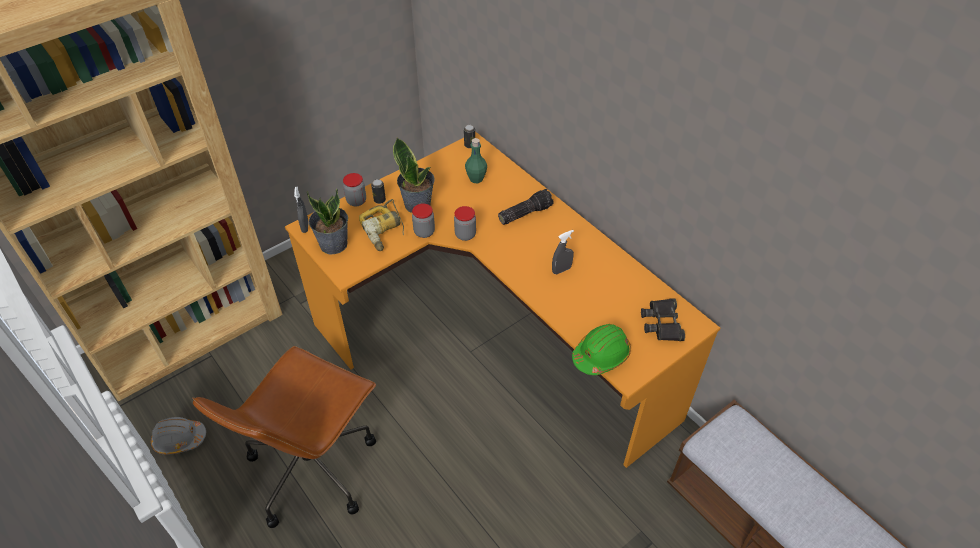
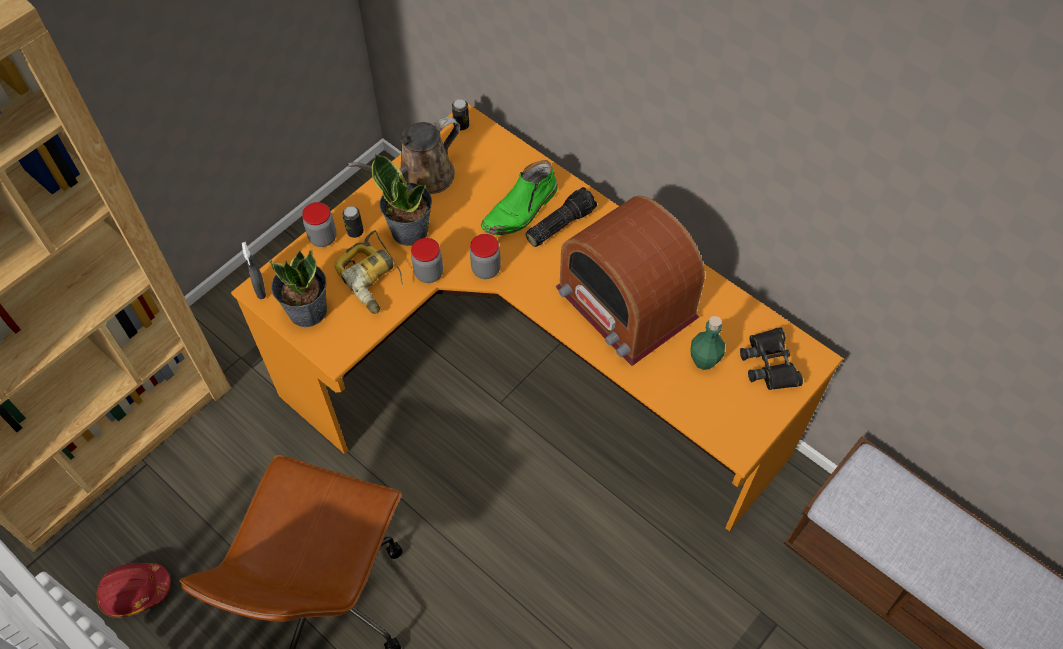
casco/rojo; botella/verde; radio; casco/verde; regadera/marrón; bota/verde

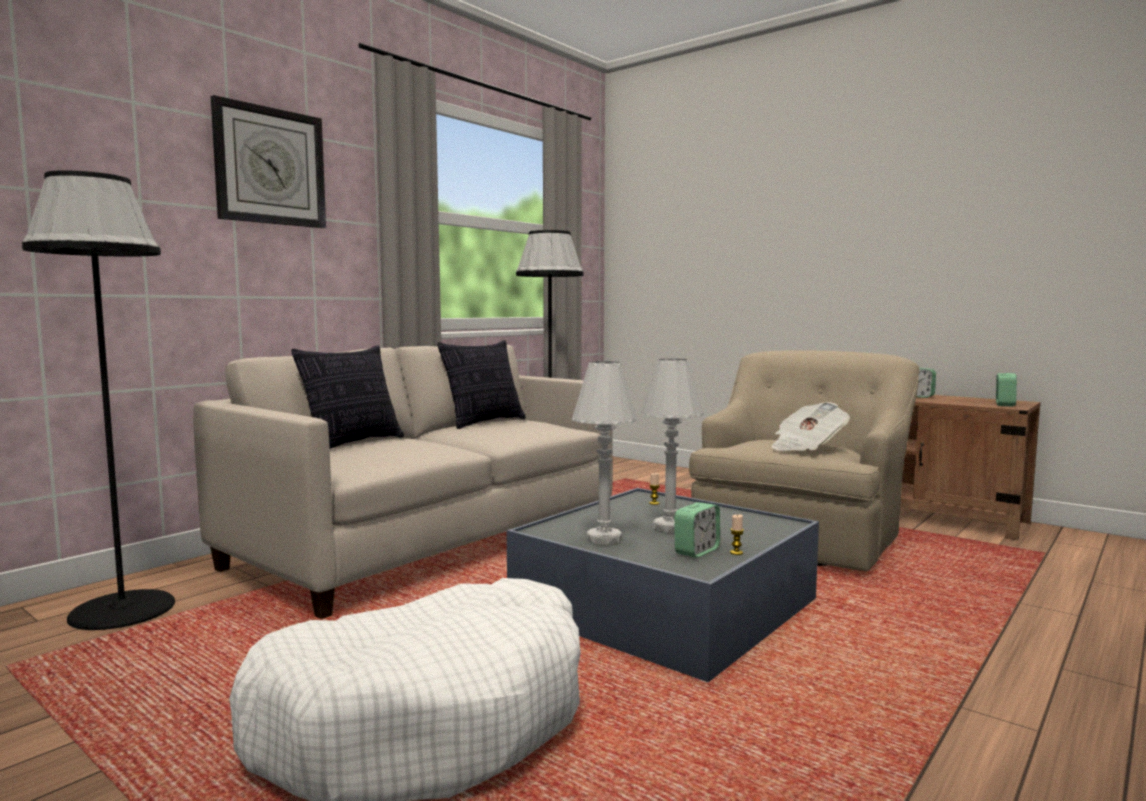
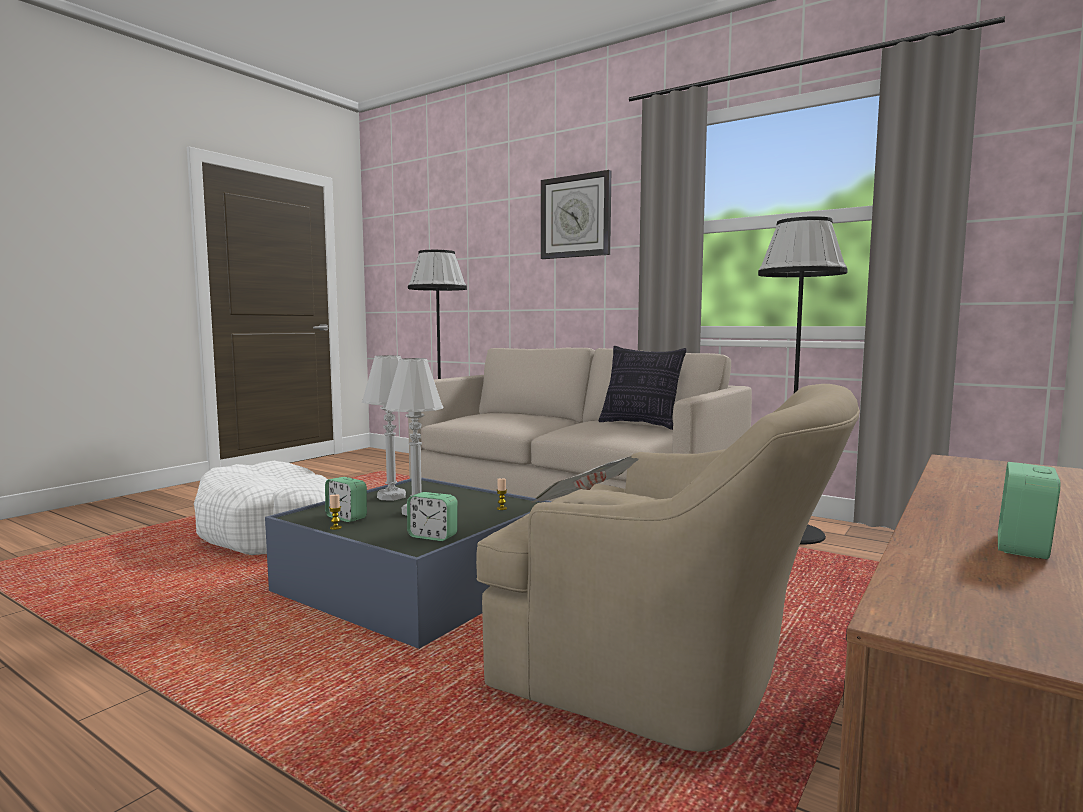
cojín (no. 1 from left in the first image); despertador (no. 2 from left)

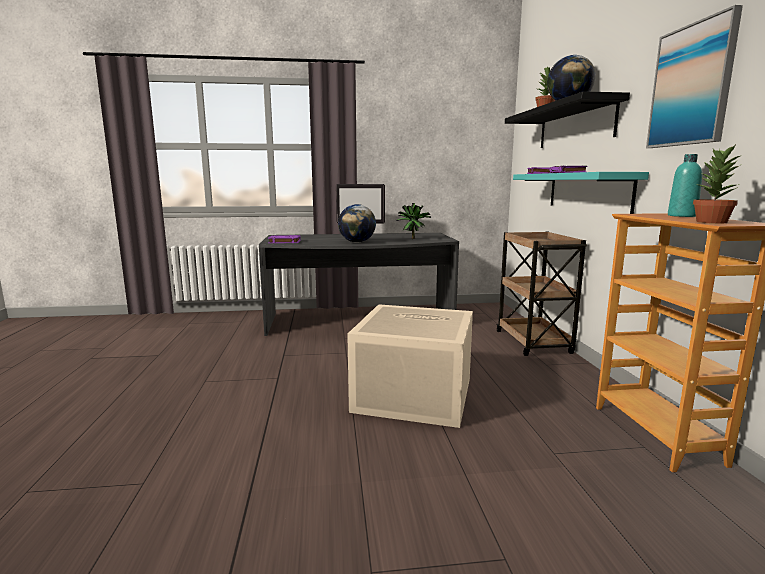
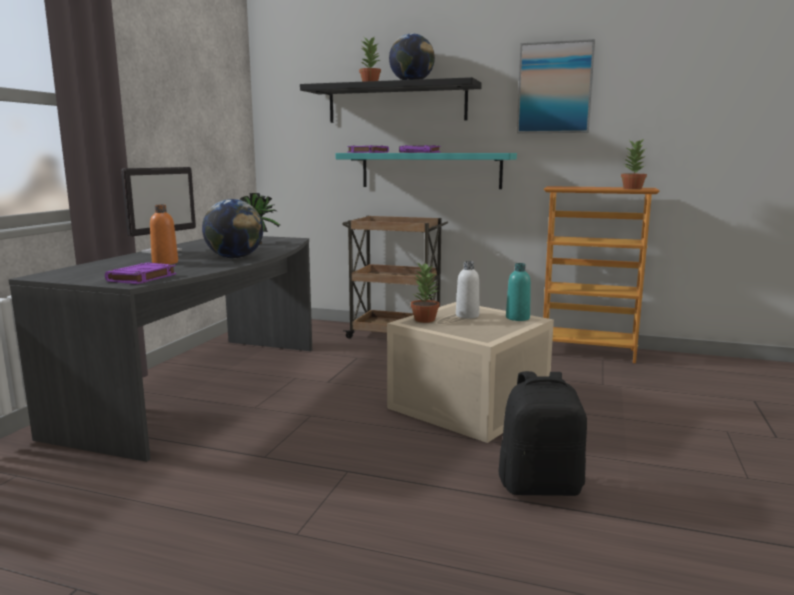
botella/turquesa; botella/naranja; planta en maceta (no. 3 from left); botella/blanco; mochila/negro

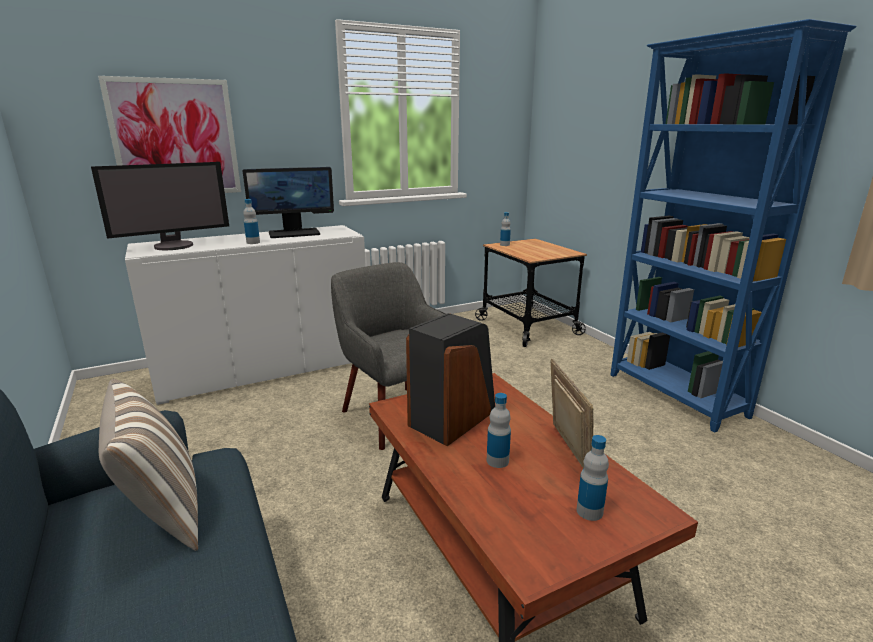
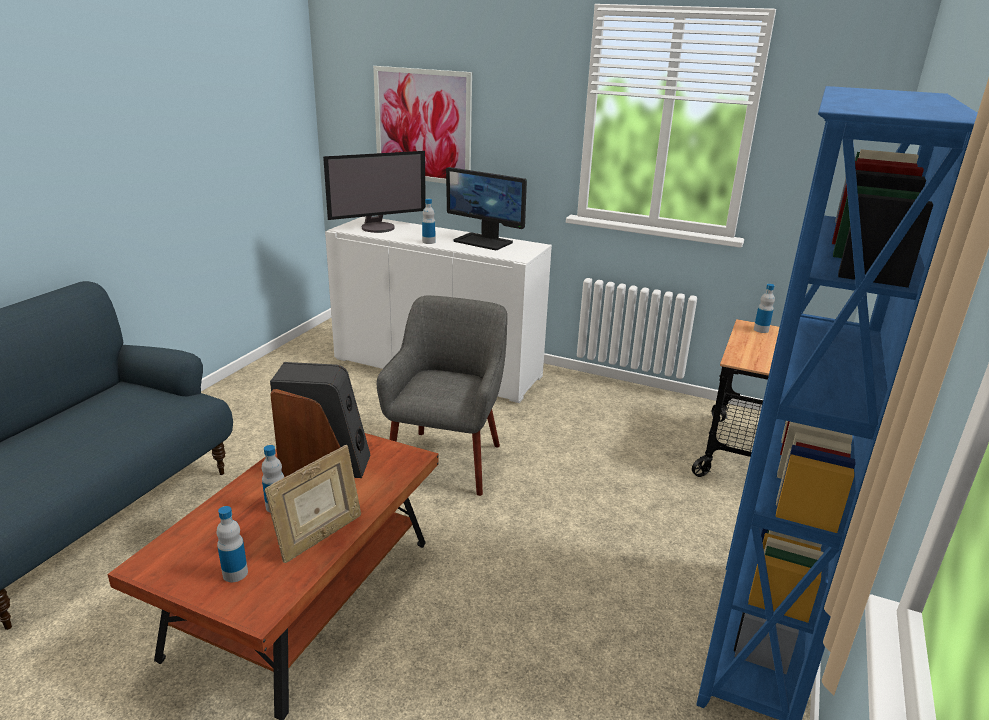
monitor (no. 1 from left); cojín

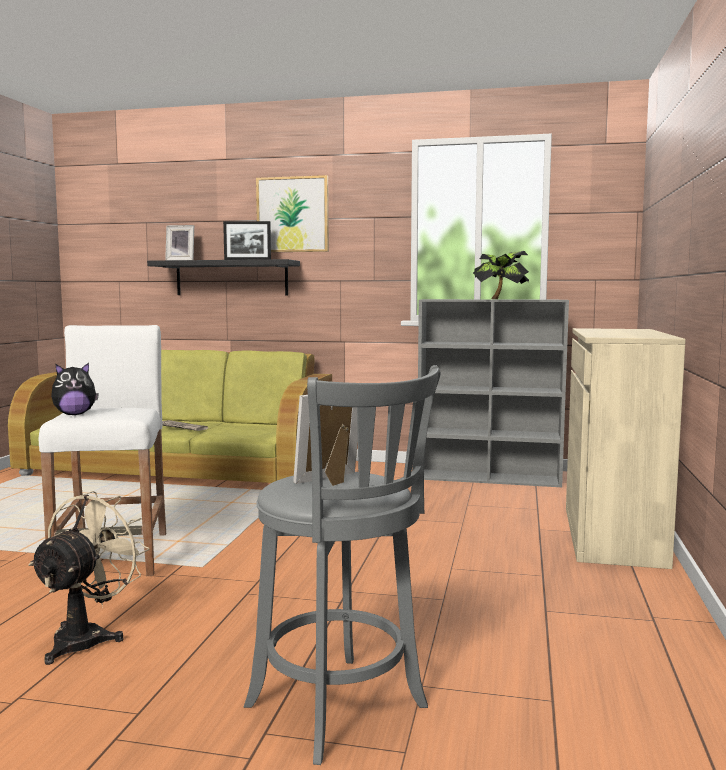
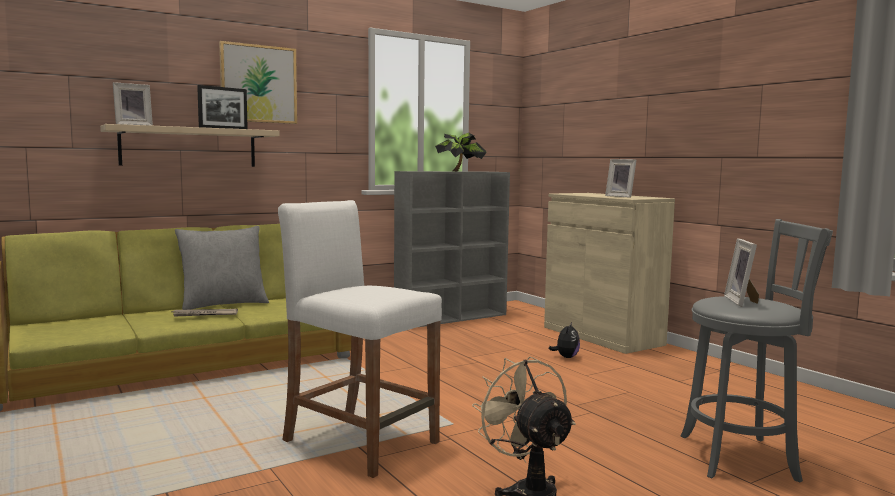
peluche; estante/beis; cojín/gris; portarretratos (no. 3 from left)

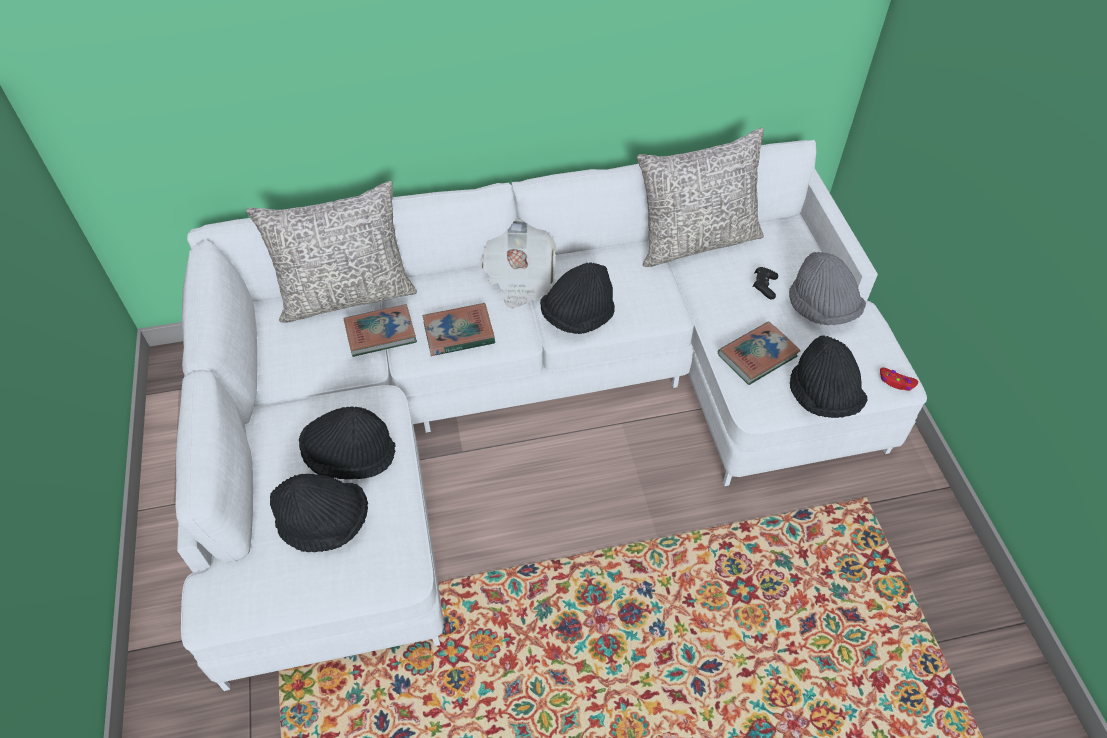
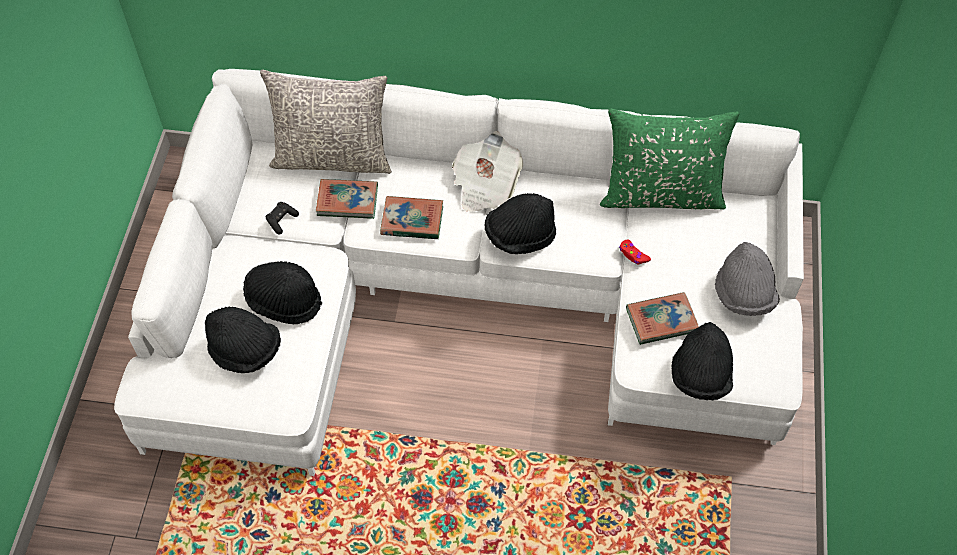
cojín/verde; mando de consola/negro; mando de consola/rojo

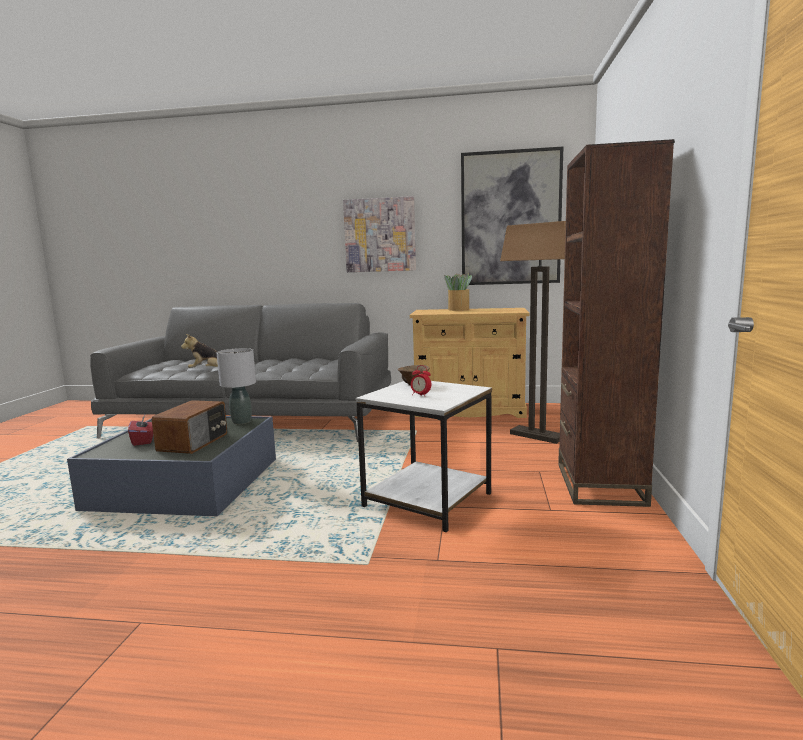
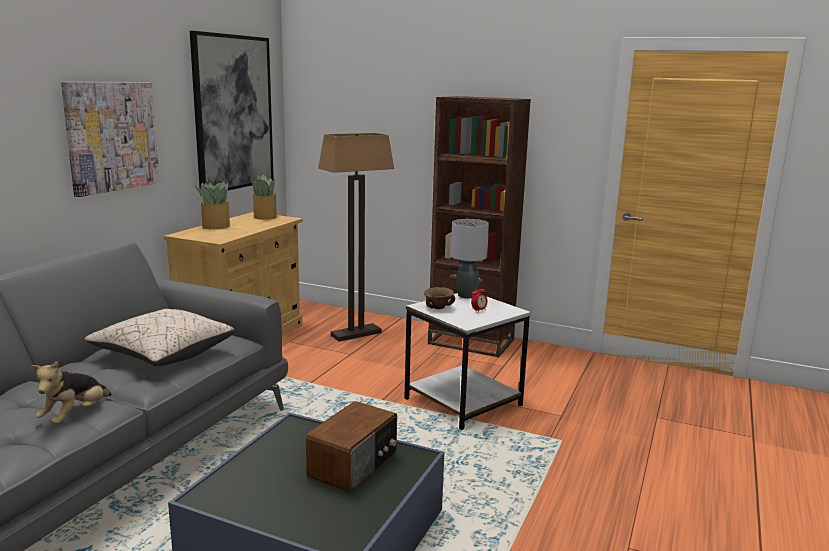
caja de pañuelos/rojo; radio; lámpara de mesa/gris; cojín/beis; planta en maceta (no. 2 from left)

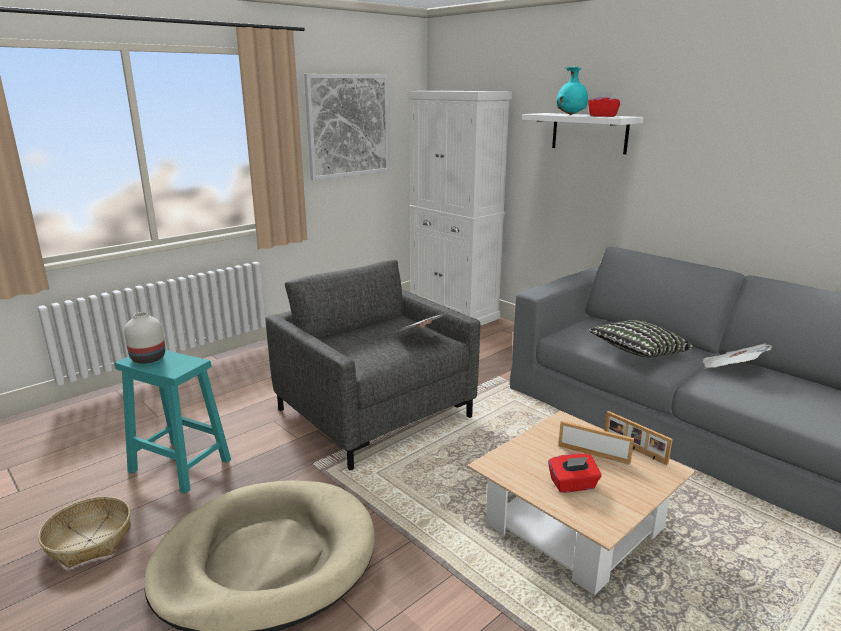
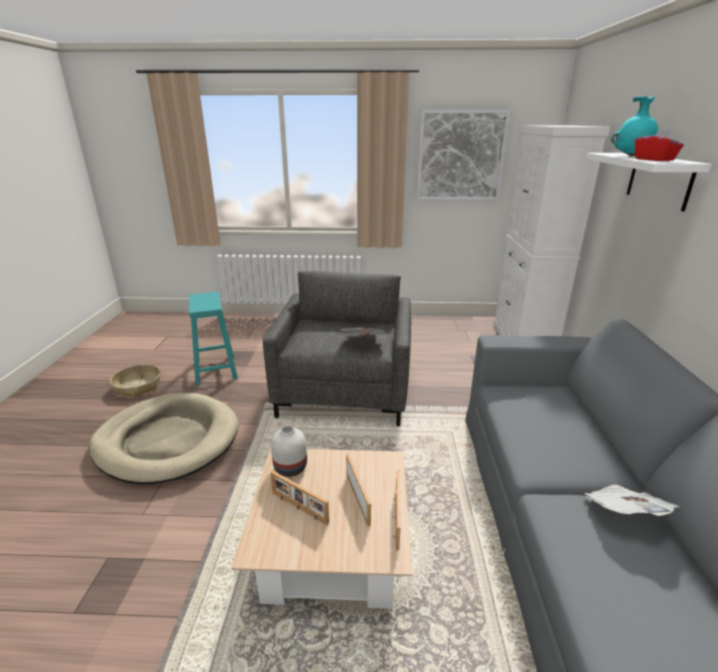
florero/blanco; portarretratos (no. 1 from left); cojín

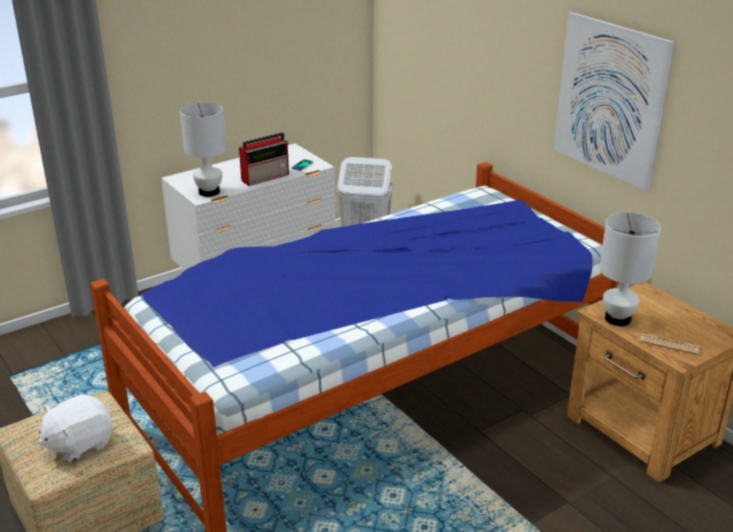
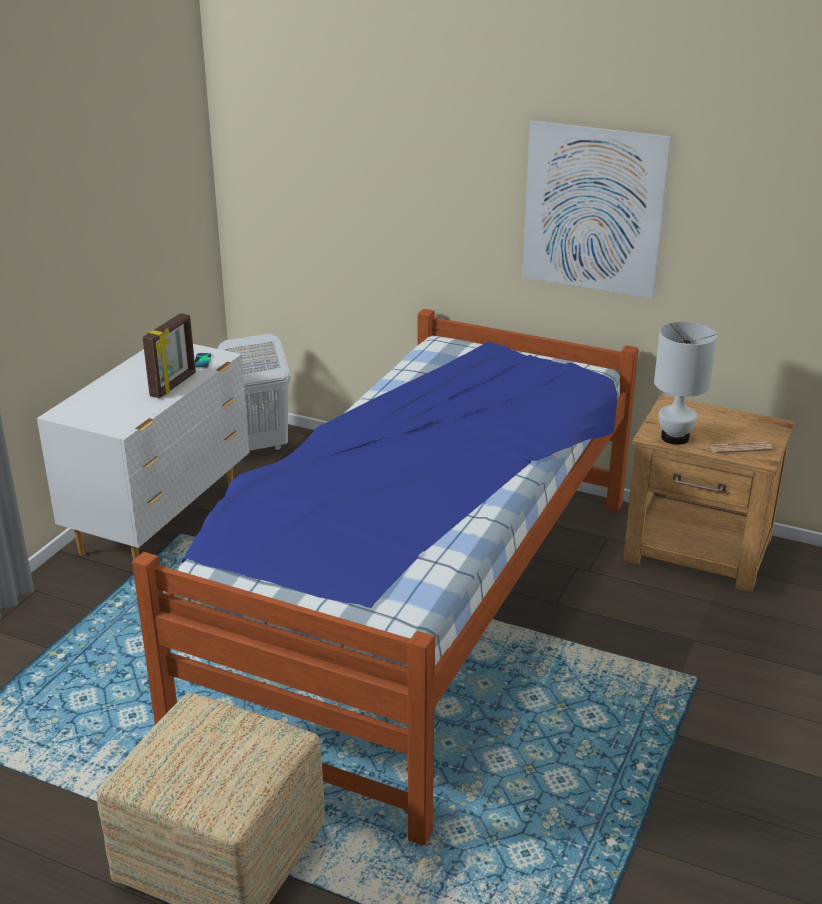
peluche/blanco; lámpara de mesa/blanco (no. 1 from left in the first image); portarretratos

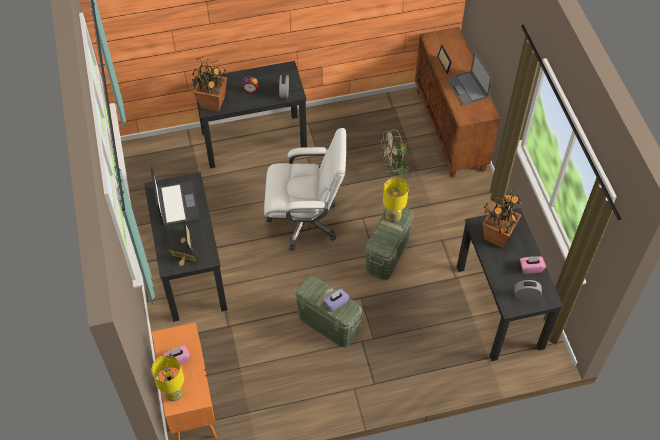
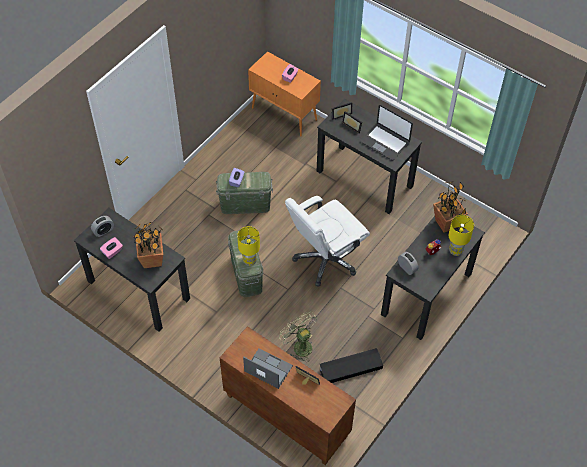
lámpara de mesa/amarillo (no. 2 from left); ventilador/verde; caja de almacenaje/negro

